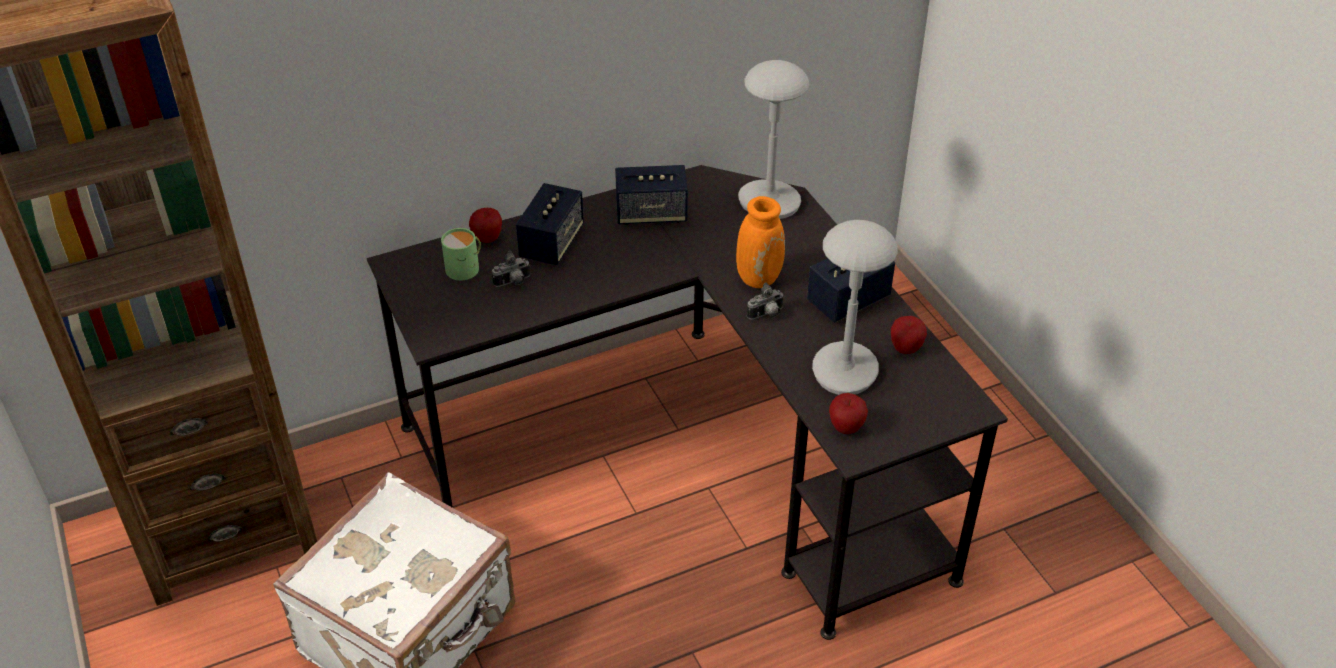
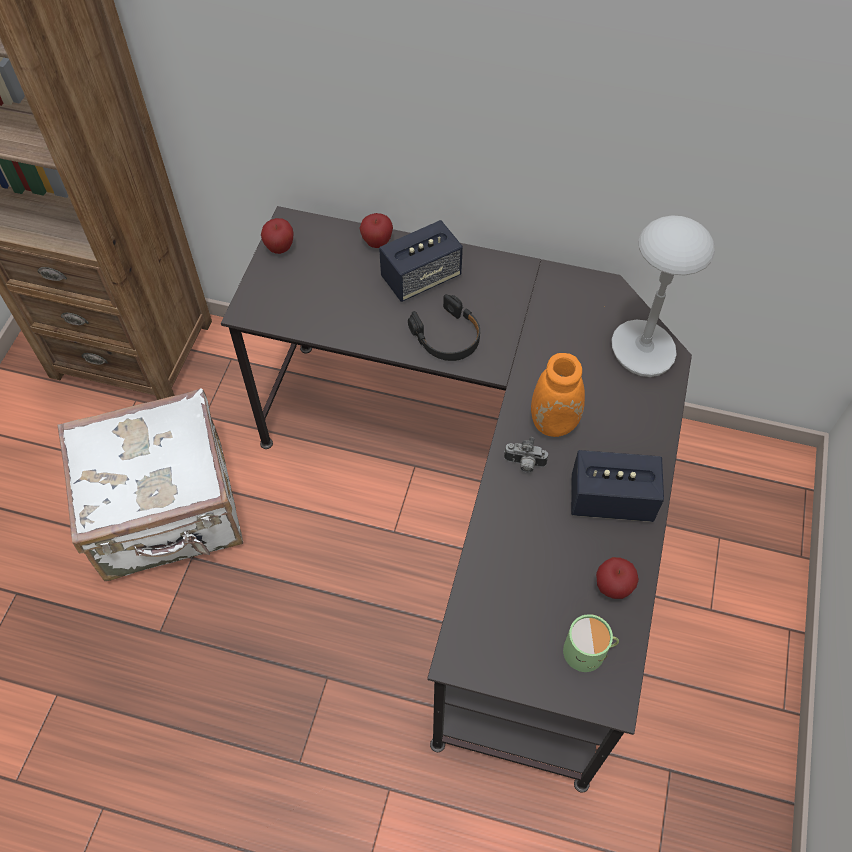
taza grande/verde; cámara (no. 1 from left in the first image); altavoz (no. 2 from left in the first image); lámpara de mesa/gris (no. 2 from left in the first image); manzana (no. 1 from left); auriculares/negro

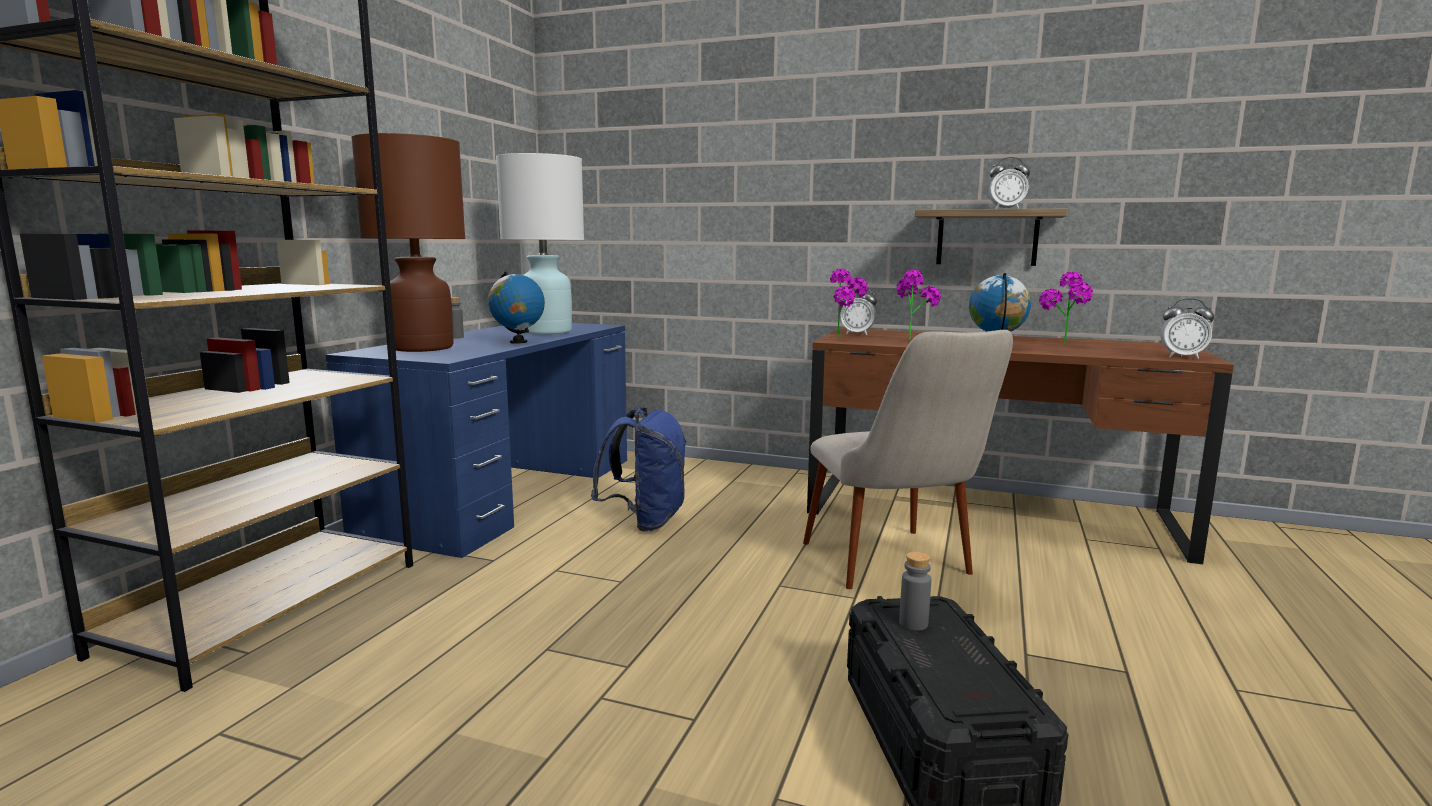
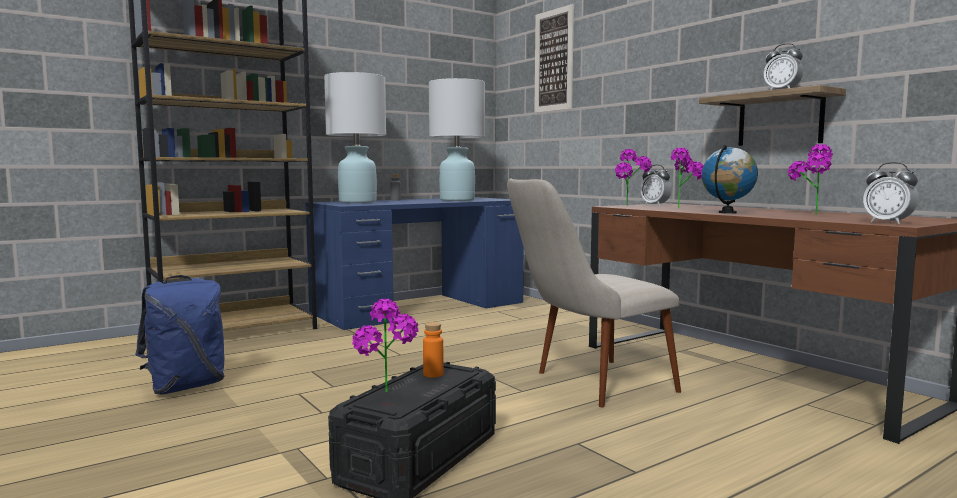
lámpara de mesa/blanco (no. 1 from left); globo terráqueo (no. 1 from left in the first image); mochila/azul; silla/beis; botella/naranja; planta en maceta (no. 1 from left); cuadro

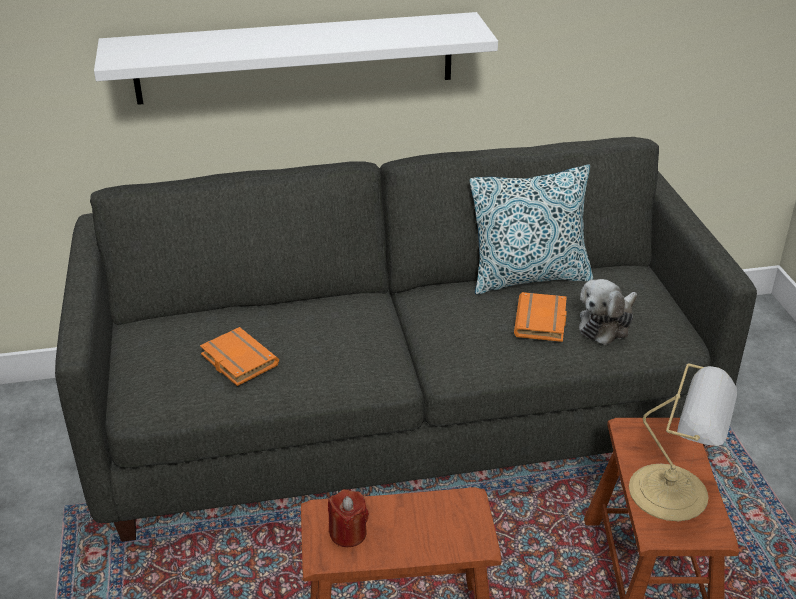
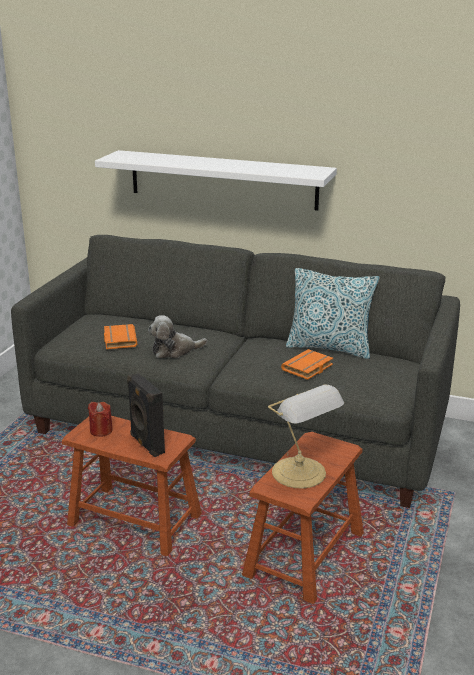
peluche; altavoz/negro

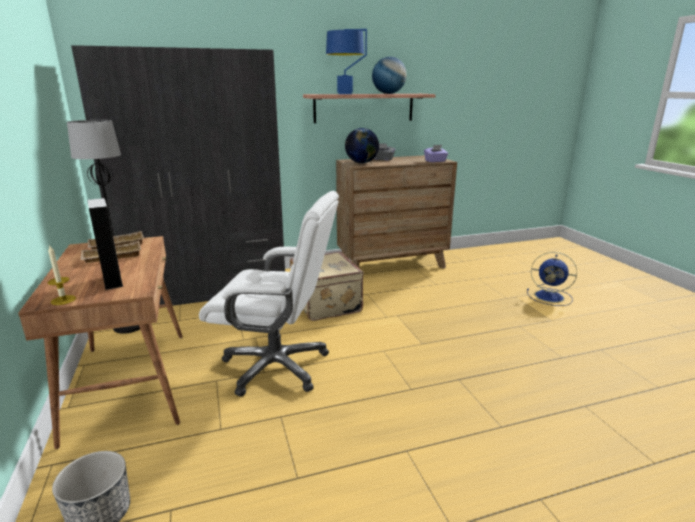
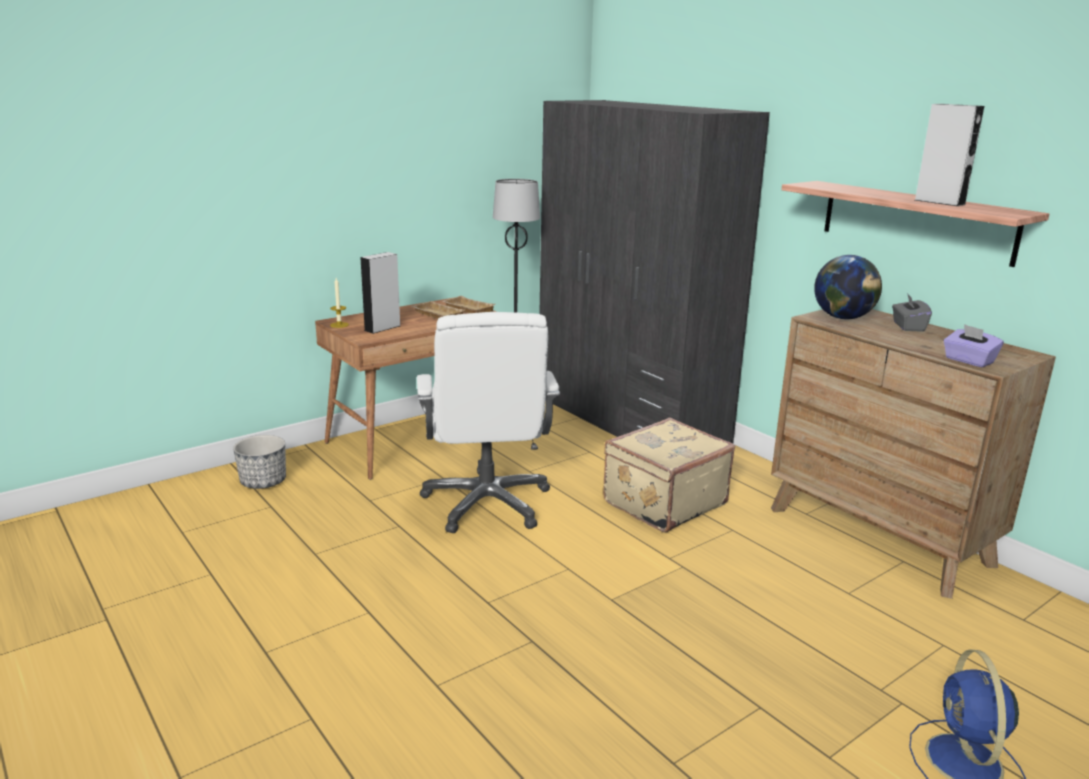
lámpara de mesa/azul; altavoz/gris (no. 2 from left)

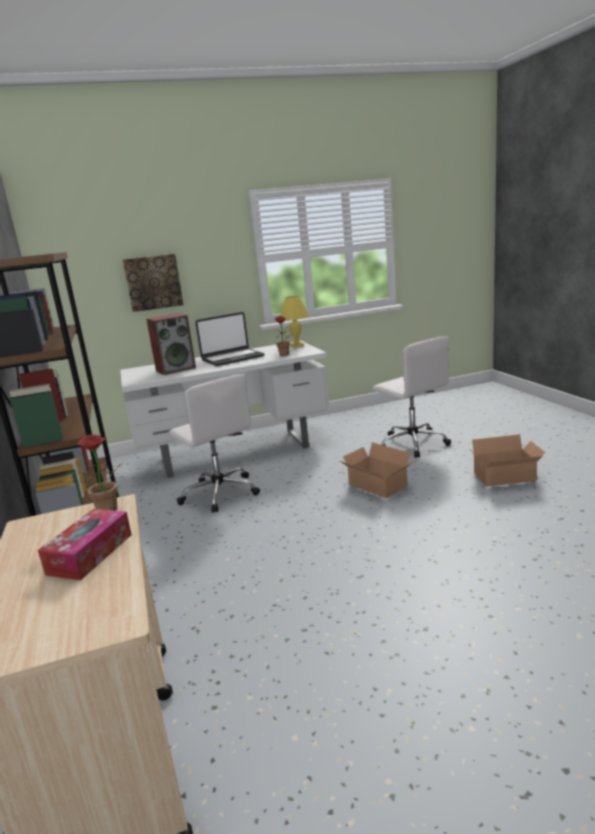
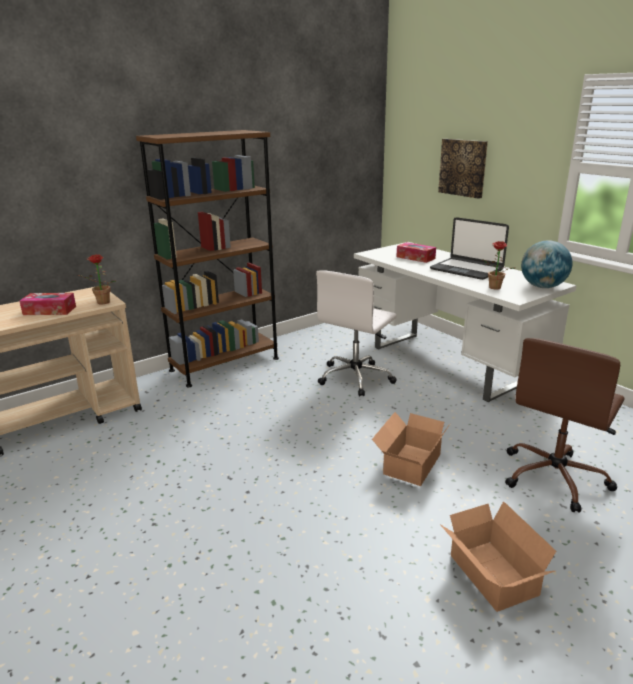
caja de pañuelos (no. 2 from left); globo terráqueo; silla de oficina/marrón

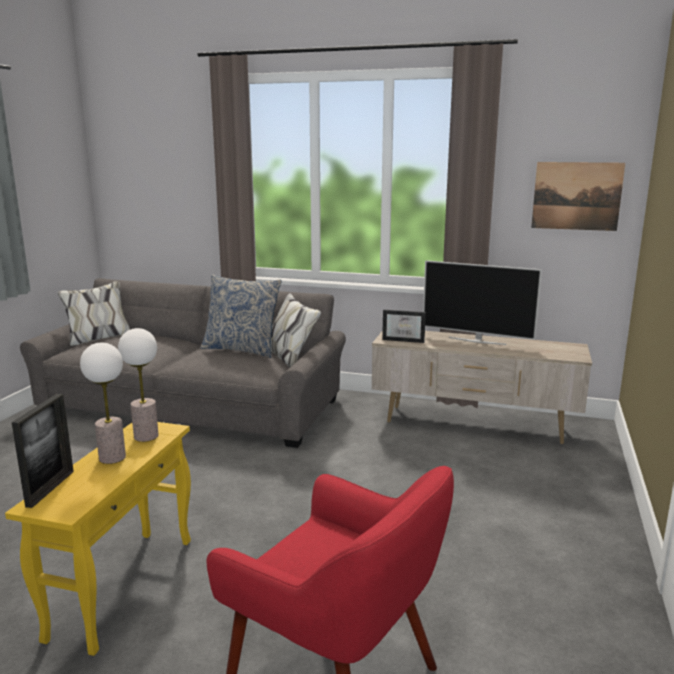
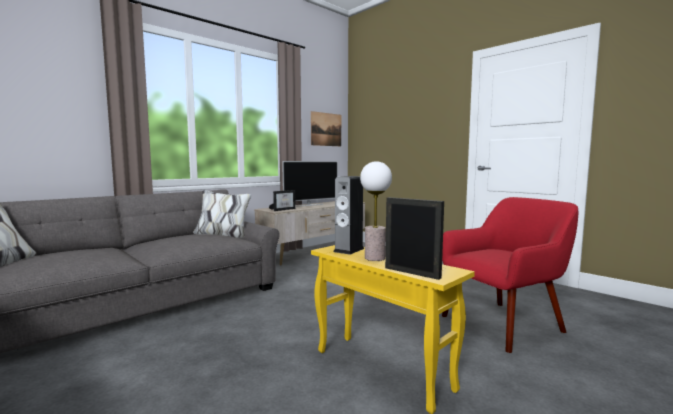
altavoz; cojín

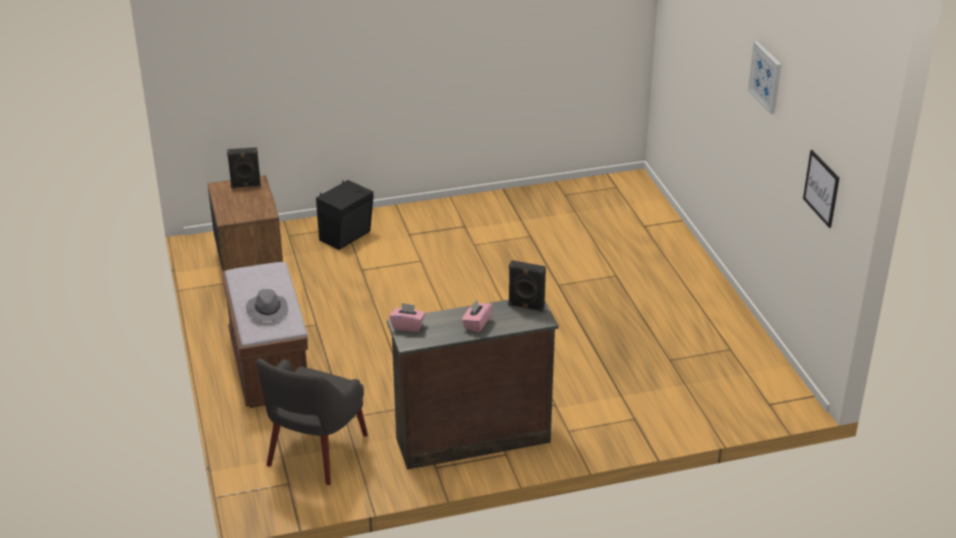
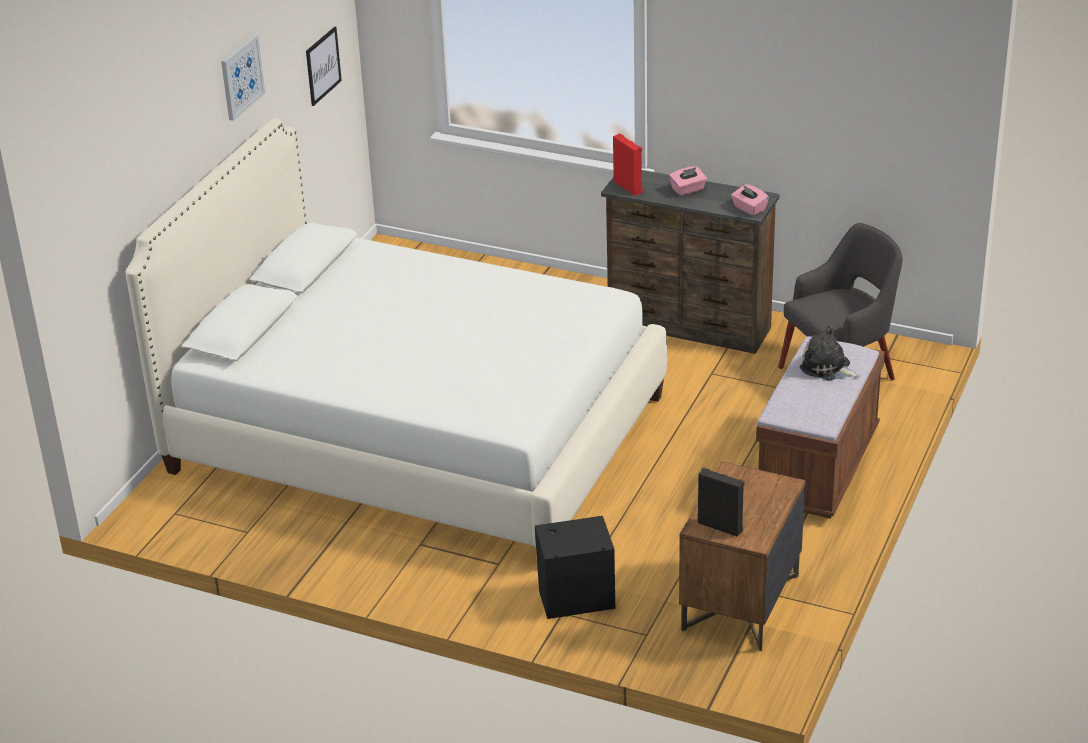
peluche; altavoz/rojo; cama/blanco

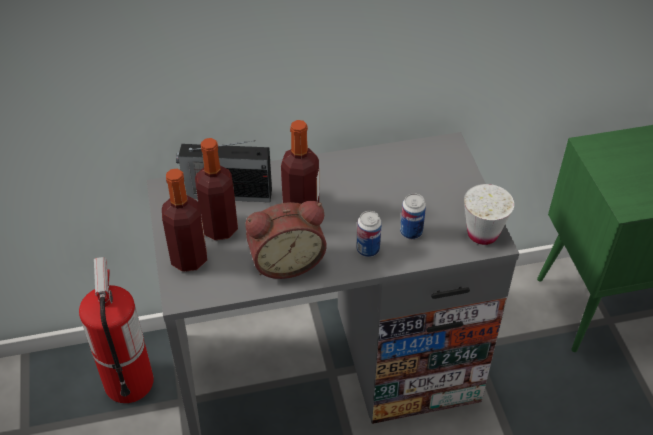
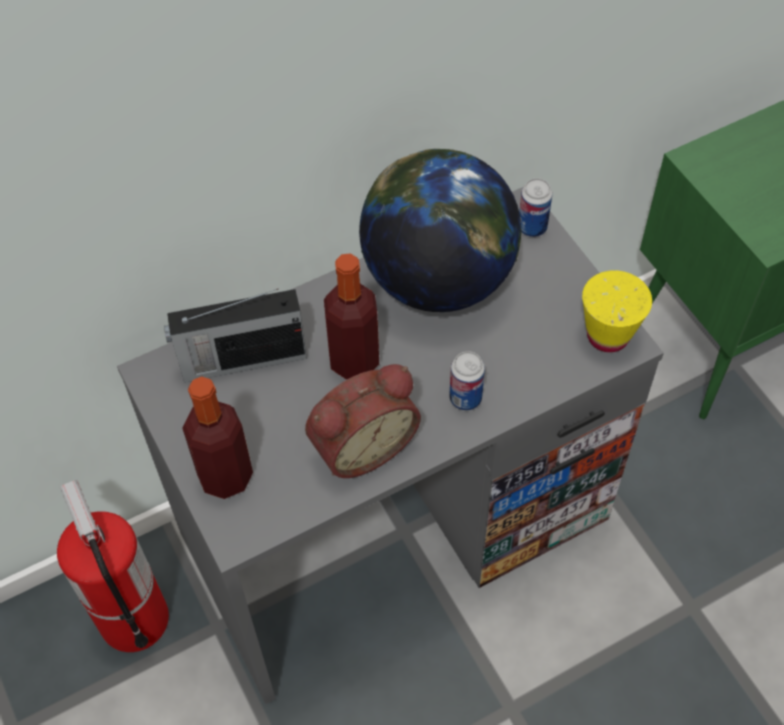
botella (no. 2 from left in the first image); lata (no. 2 from left); taza/amarillo; globo terráqueo

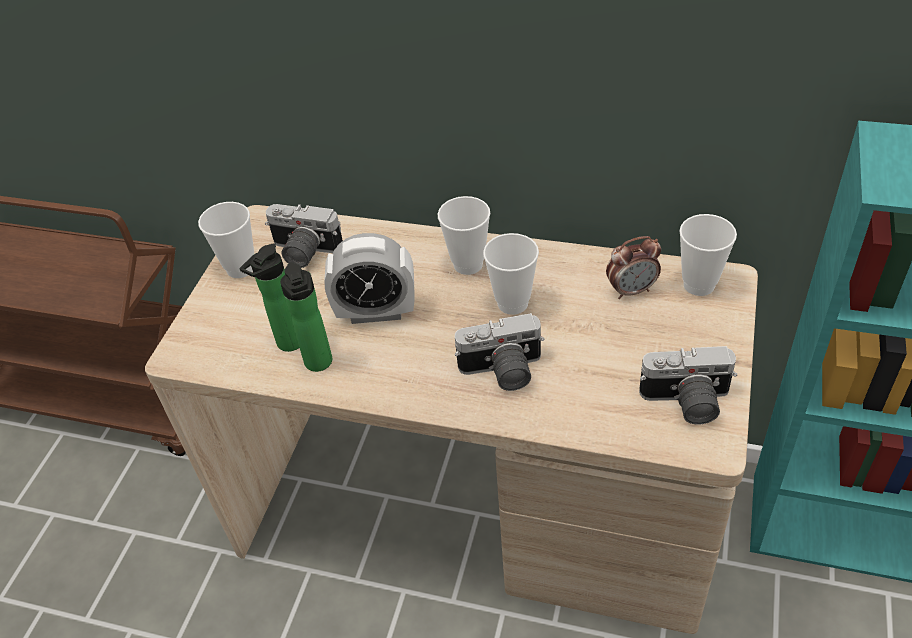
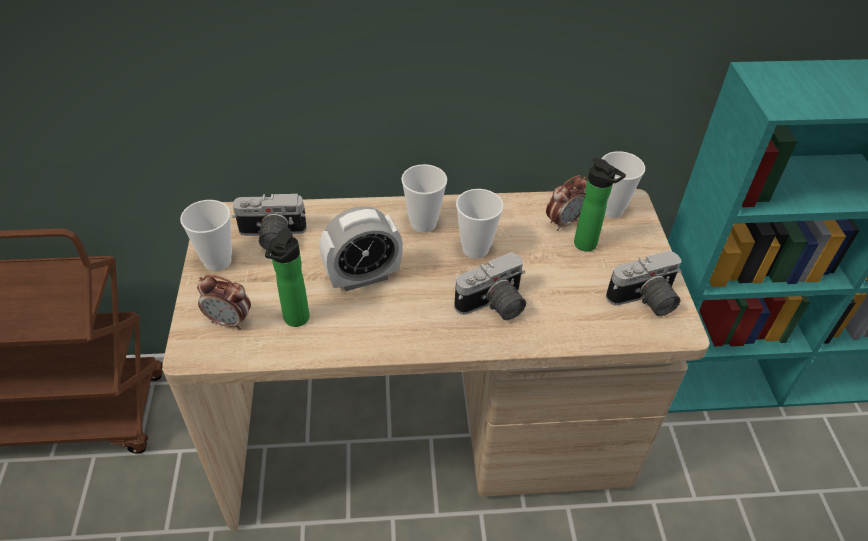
botella (no. 2 from left); despertador (no. 1 from left)

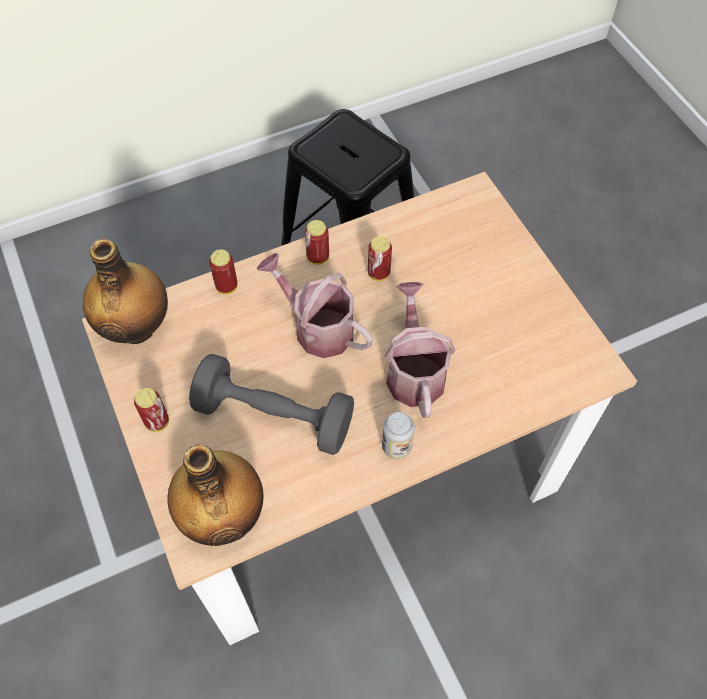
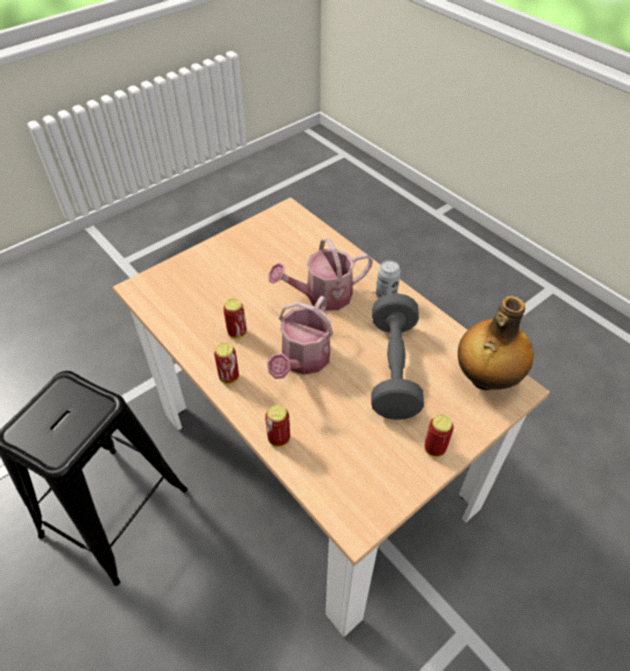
botella (no. 1 from left in the first image)

